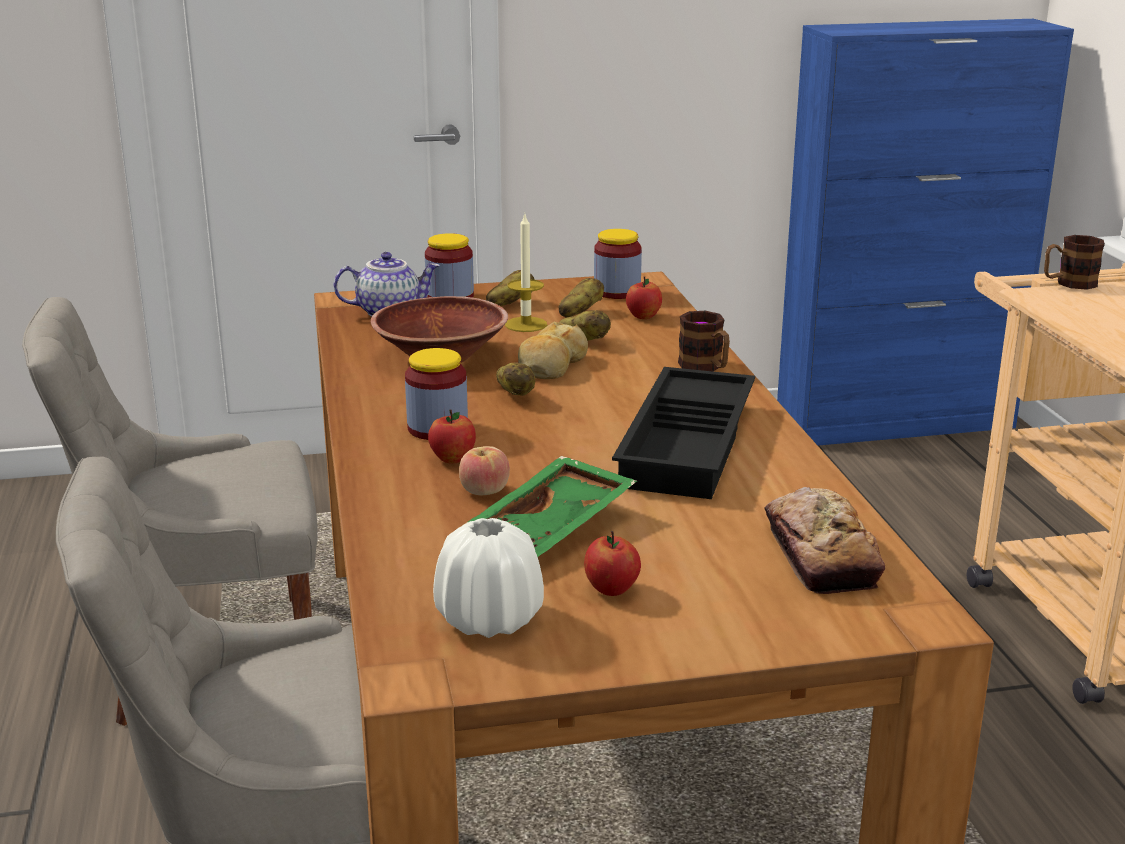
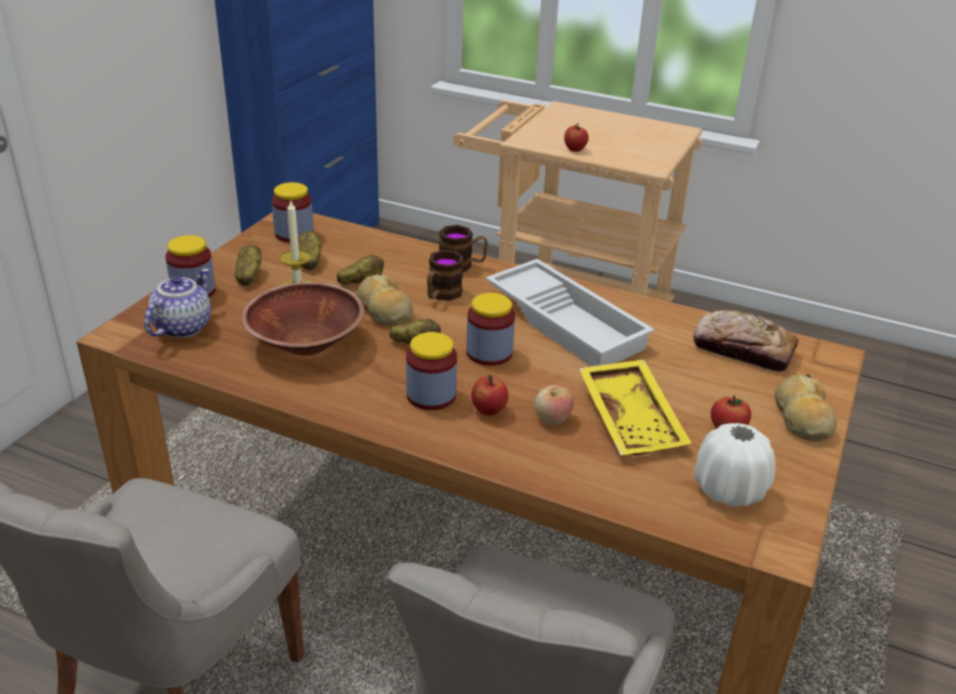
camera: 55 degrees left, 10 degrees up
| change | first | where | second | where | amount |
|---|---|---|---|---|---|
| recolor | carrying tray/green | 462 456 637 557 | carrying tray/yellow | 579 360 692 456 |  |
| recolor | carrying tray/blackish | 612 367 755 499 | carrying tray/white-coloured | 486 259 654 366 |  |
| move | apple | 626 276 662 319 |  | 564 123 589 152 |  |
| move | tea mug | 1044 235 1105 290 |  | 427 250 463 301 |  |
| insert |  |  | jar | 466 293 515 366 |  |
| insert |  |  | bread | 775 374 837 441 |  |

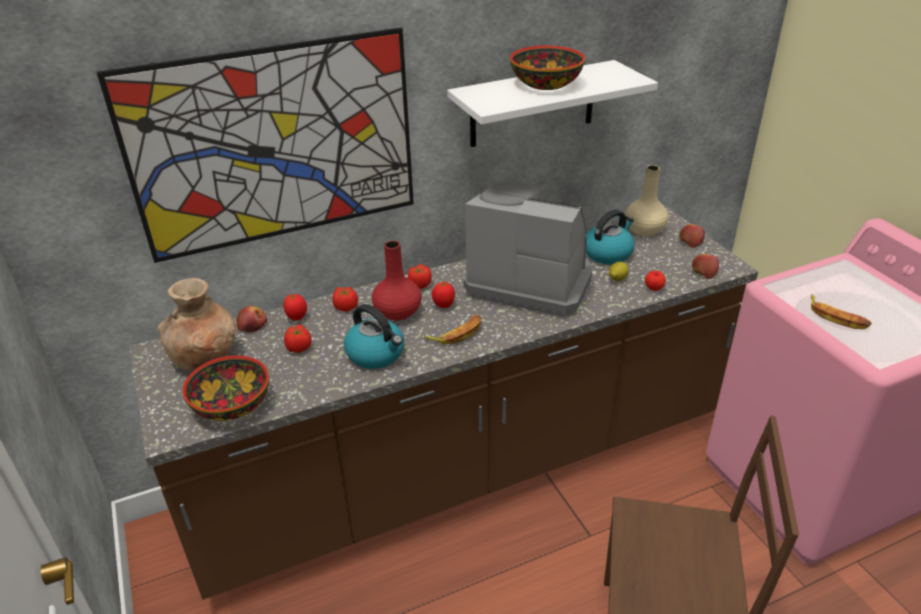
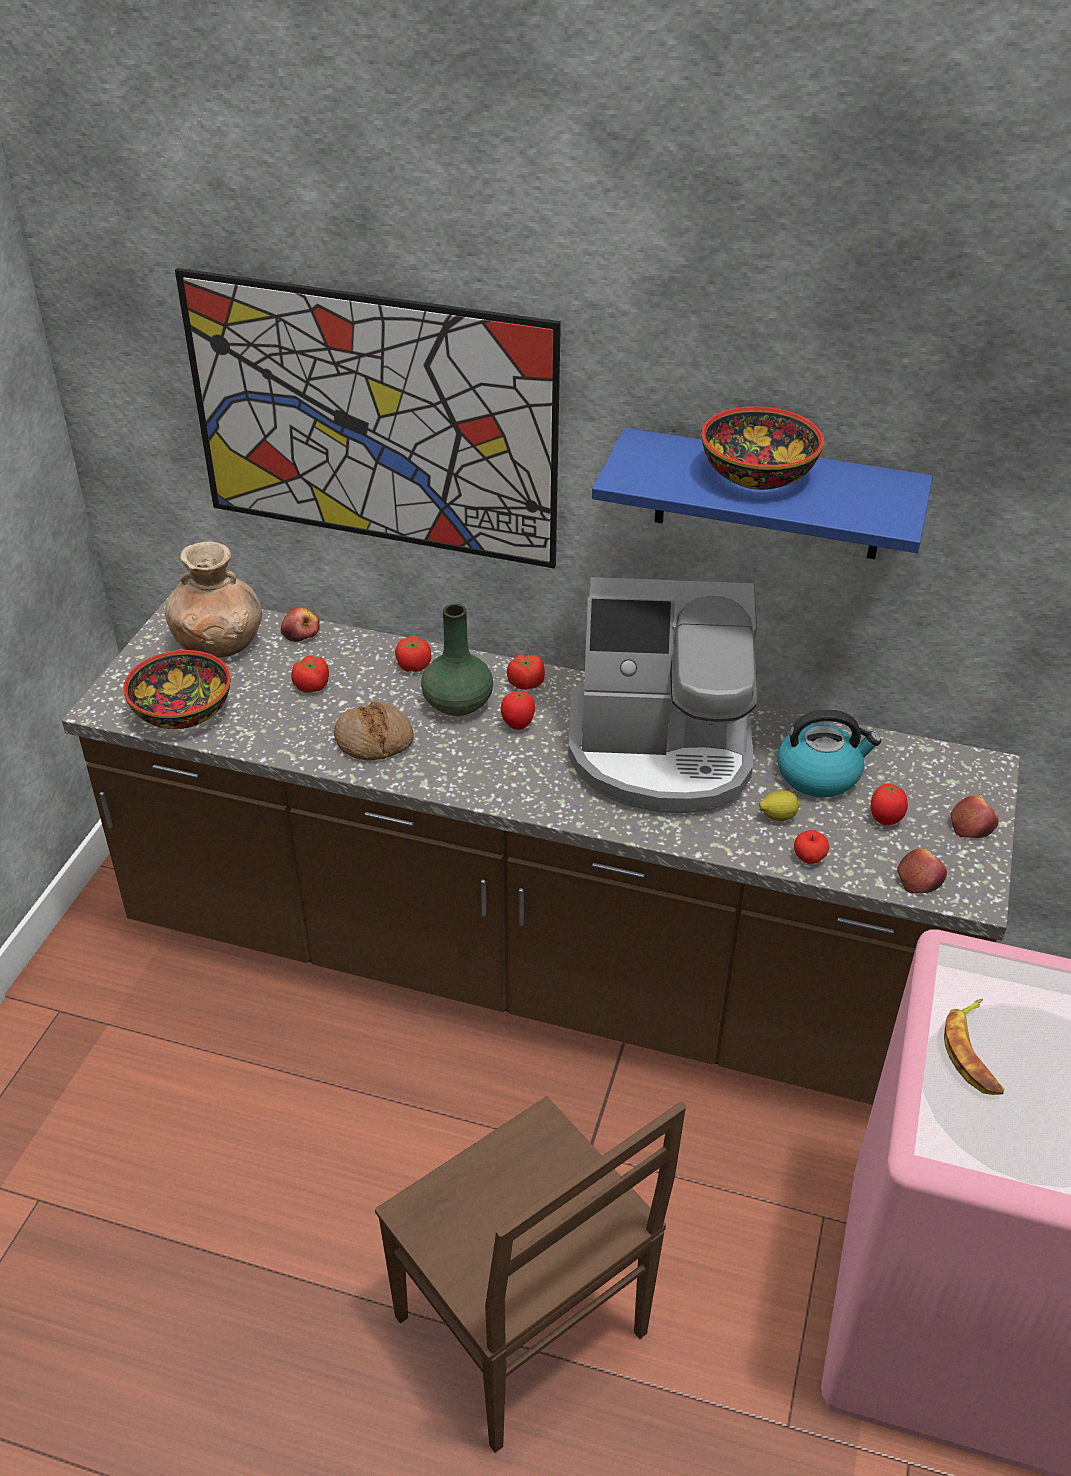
camera: 40 degrees right, 5 degrees up
| change | first | where | second | where | amount |
|---|---|---|---|---|---|
| move | fresh tomato | 283 294 307 320 |  | 871 784 908 825 |  |
| replace | tea kettle | 344 304 405 369 | bread | 334 702 414 760 |  |
| recolor | flower vase/red-coloured | 372 241 422 320 | flower vase/green | 421 604 493 716 |  |
| delete | banana fruit | 424 315 482 344 |  |  |  |
| recolor | wall shelf/white-coloured | 447 60 658 147 | wall shelf/bluish | 592 428 933 559 |  |
| rotate | coffee maker | 463 181 592 317 |  | 568 577 757 813 | 120 degrees clockwise |
| delete | flower vase/sand-coloured | 625 165 669 236 |  |  |  |

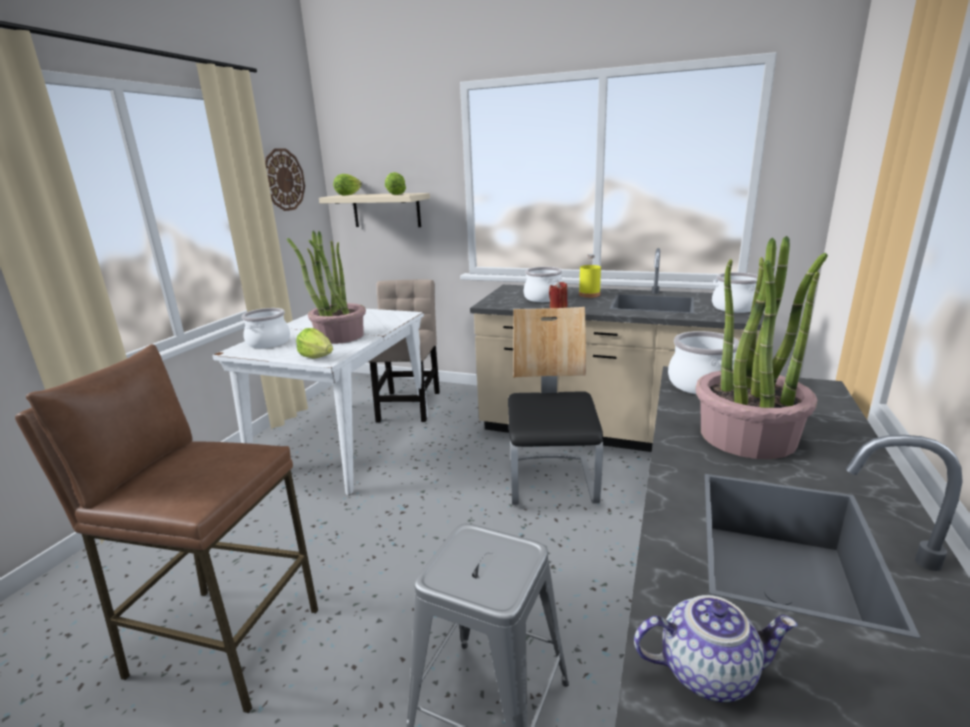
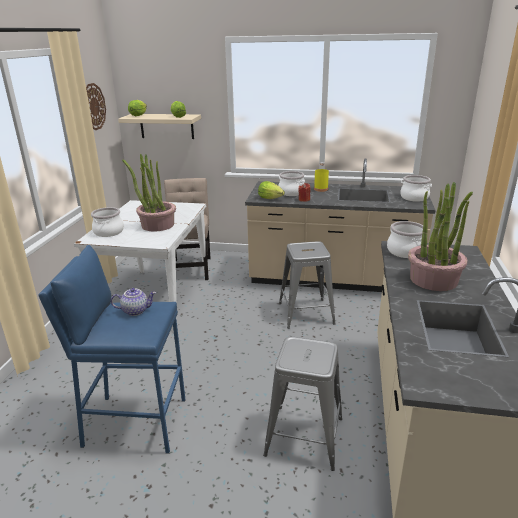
camera: 10 degrees left, 5 degrees up
| change | first | where | second | where | amount |
|---|---|---|---|---|---|
| recolor | sitting stool/brown-coloured | 15 344 318 713 | sitting stool/bluish | 39 245 186 454 |  |
| move | head of lettuce | 296 328 333 359 |  | 258 181 285 199 |  |
| replace | upright chair | 508 307 603 505 | sitting stool/grey | 279 241 336 329 |  |
| move | tea pot | 634 595 797 702 |  | 111 288 156 316 |  |

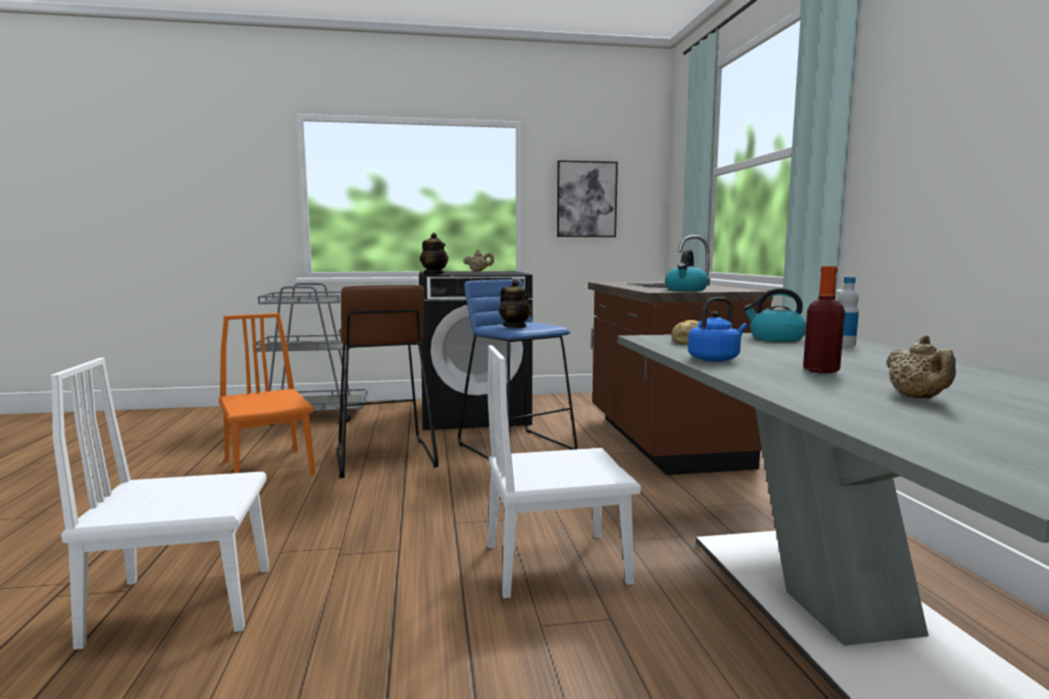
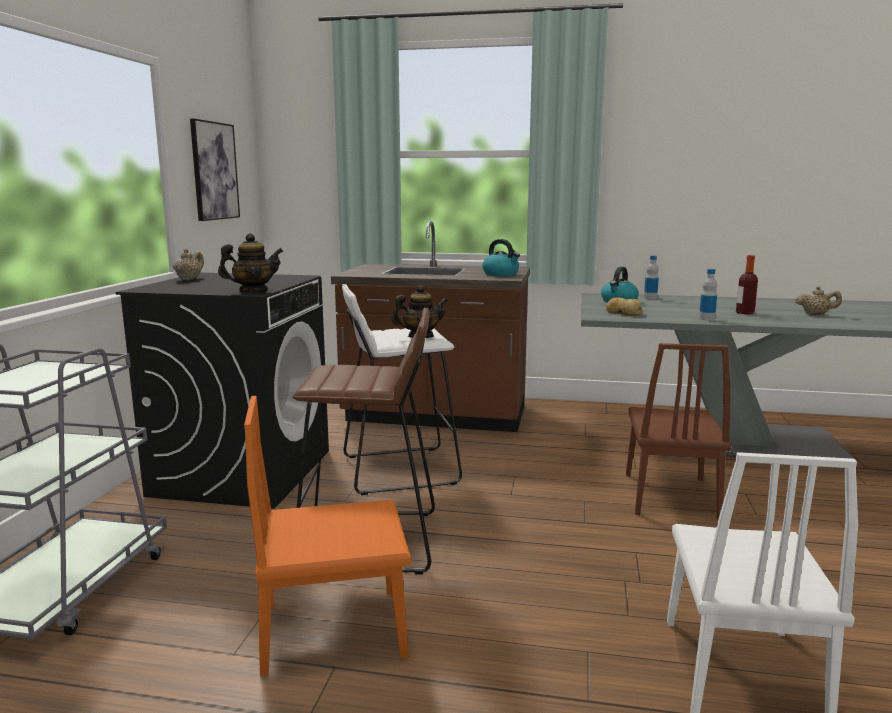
camera: 70 degrees left, 5 degrees up
| change | first | where | second | where | amount |
|---|---|---|---|---|---|
| recolor | sitting stool/bluish | 458 279 577 460 | sitting stool/white-coloured | 342 284 462 495 |  |
| recolor | upright chair/white-coloured | 487 345 641 598 | upright chair/brown-coloured | 626 343 731 520 |  |
| replace | tea kettle/bluish | 688 297 747 362 | beverage bottle | 699 269 717 321 |  |

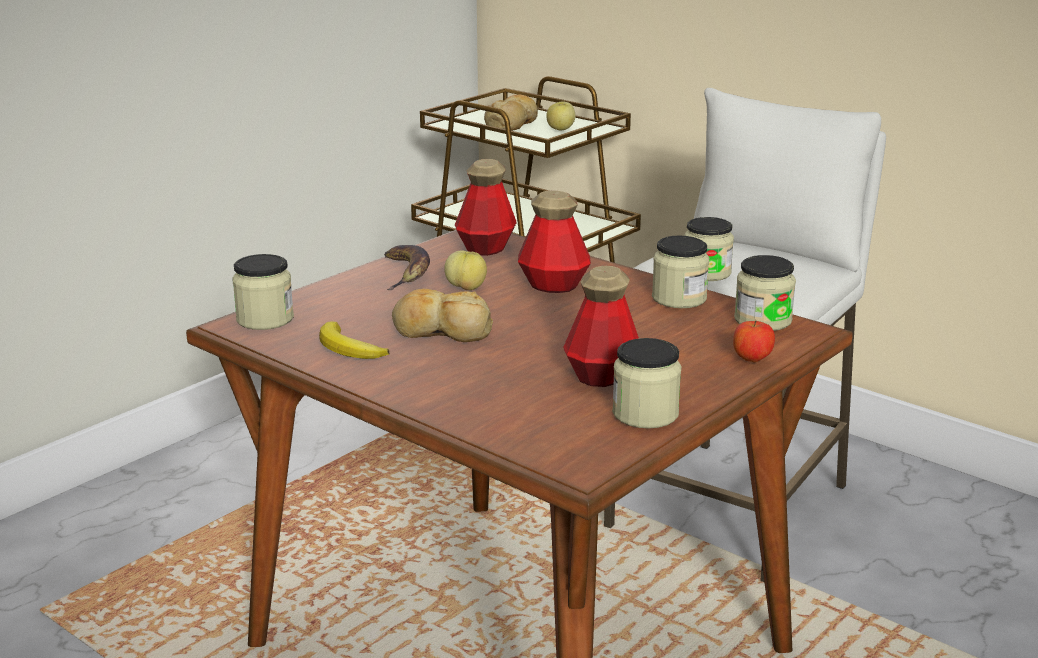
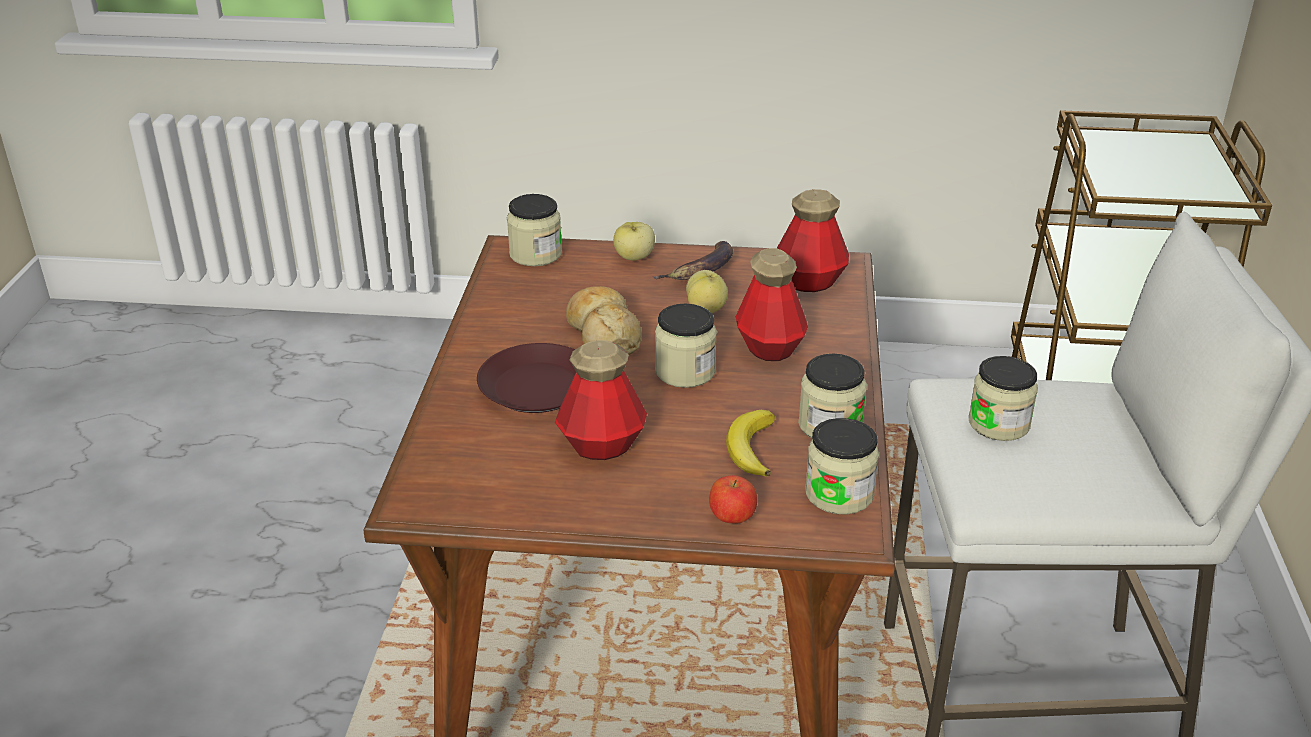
camera: 55 degrees right, 10 degrees up
| change | first | where | second | where | amount |
|---|---|---|---|---|---|
| move | banana fruit | 319 321 389 359 |  | 726 410 775 477 |  |
| delete | bread | 484 94 538 131 |  |  |  |
| move | apple | 546 101 576 131 |  | 613 222 655 260 |  |
| move | jar | 612 338 681 429 |  | 655 304 717 388 |  |
| insert |  |  | plate/brown-coloured | 477 343 576 413 |  |

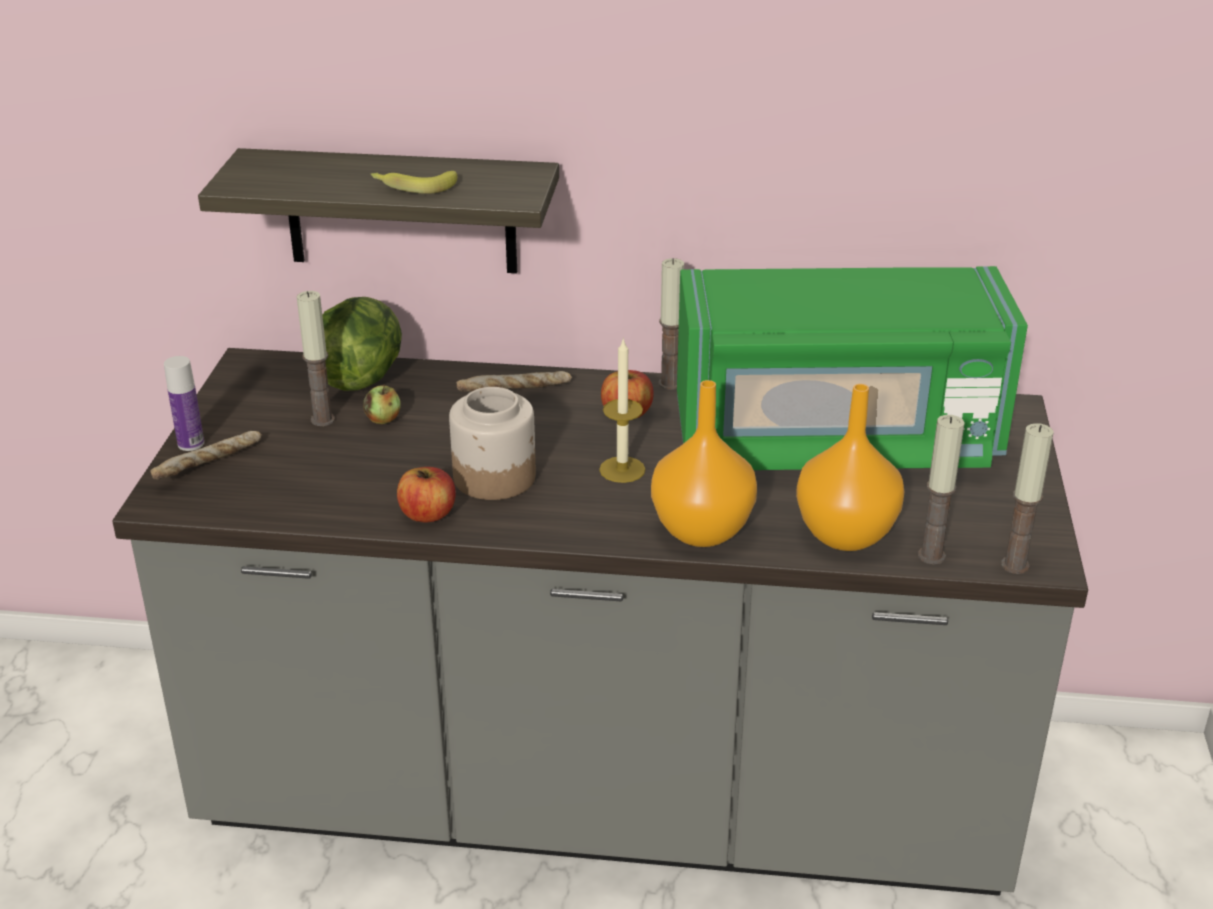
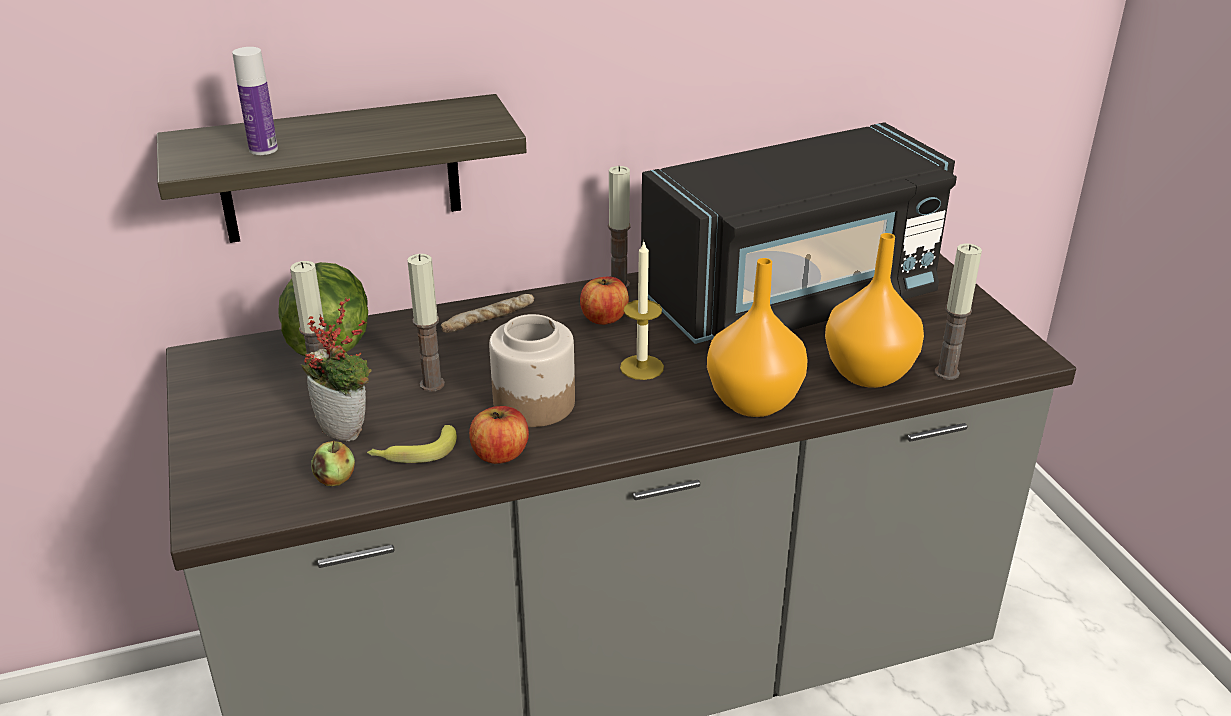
camera: 25 degrees left, 0 degrees up
| change | first | where | second | where | amount |
|---|---|---|---|---|---|
| delete | bread | 150 431 262 480 |  |  |  |
| move | beverage bottle | 164 356 204 451 |  | 232 47 278 155 |  |
| move | apple | 363 384 401 424 |  | 311 440 355 486 |  |
| move | banana fruit | 370 171 457 194 |  | 367 425 457 463 |  |
| recolor | kitchen microwave/green | 677 266 1028 470 | kitchen microwave/blackish | 641 122 957 344 |  |
| move | wax light | 1001 423 1054 574 |  | 407 254 445 392 |  |
| insert |  |  | houseplant | 301 297 372 441 |  |

